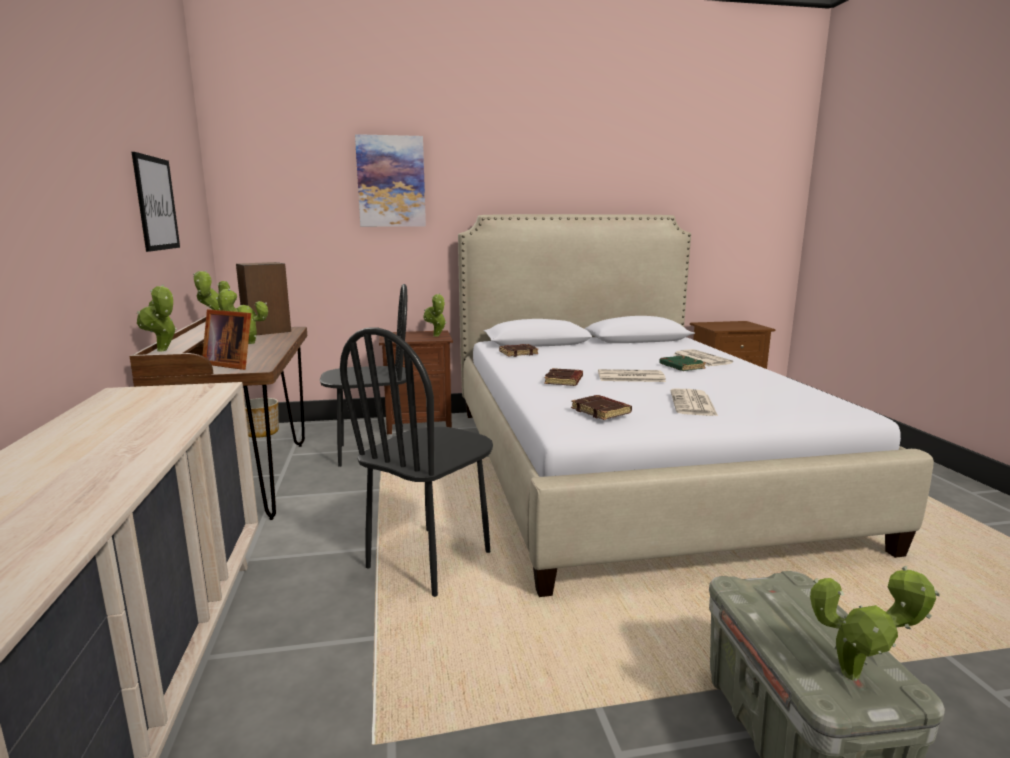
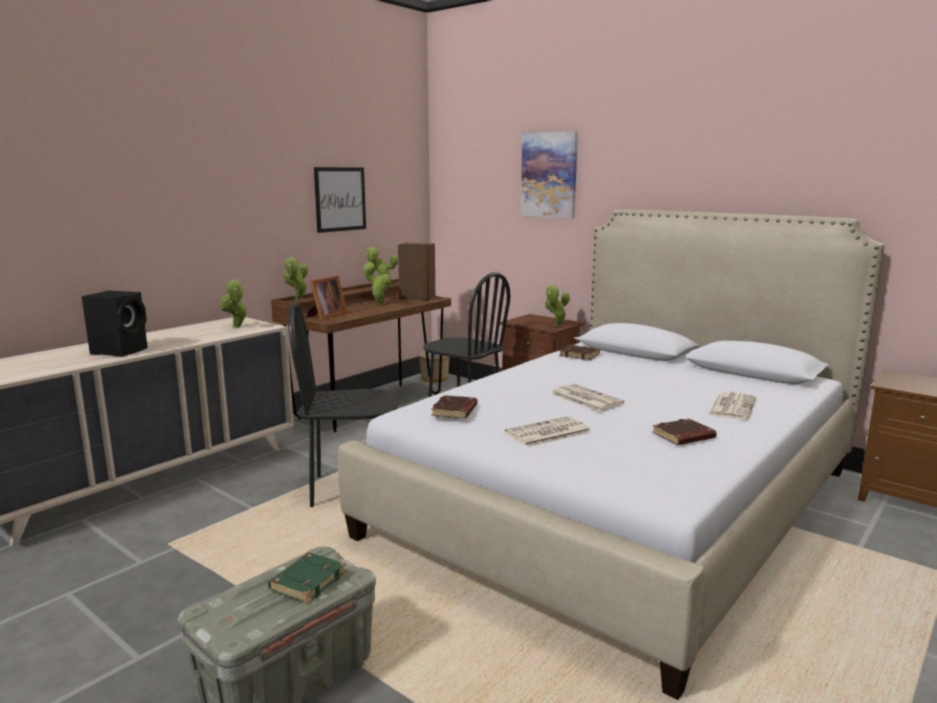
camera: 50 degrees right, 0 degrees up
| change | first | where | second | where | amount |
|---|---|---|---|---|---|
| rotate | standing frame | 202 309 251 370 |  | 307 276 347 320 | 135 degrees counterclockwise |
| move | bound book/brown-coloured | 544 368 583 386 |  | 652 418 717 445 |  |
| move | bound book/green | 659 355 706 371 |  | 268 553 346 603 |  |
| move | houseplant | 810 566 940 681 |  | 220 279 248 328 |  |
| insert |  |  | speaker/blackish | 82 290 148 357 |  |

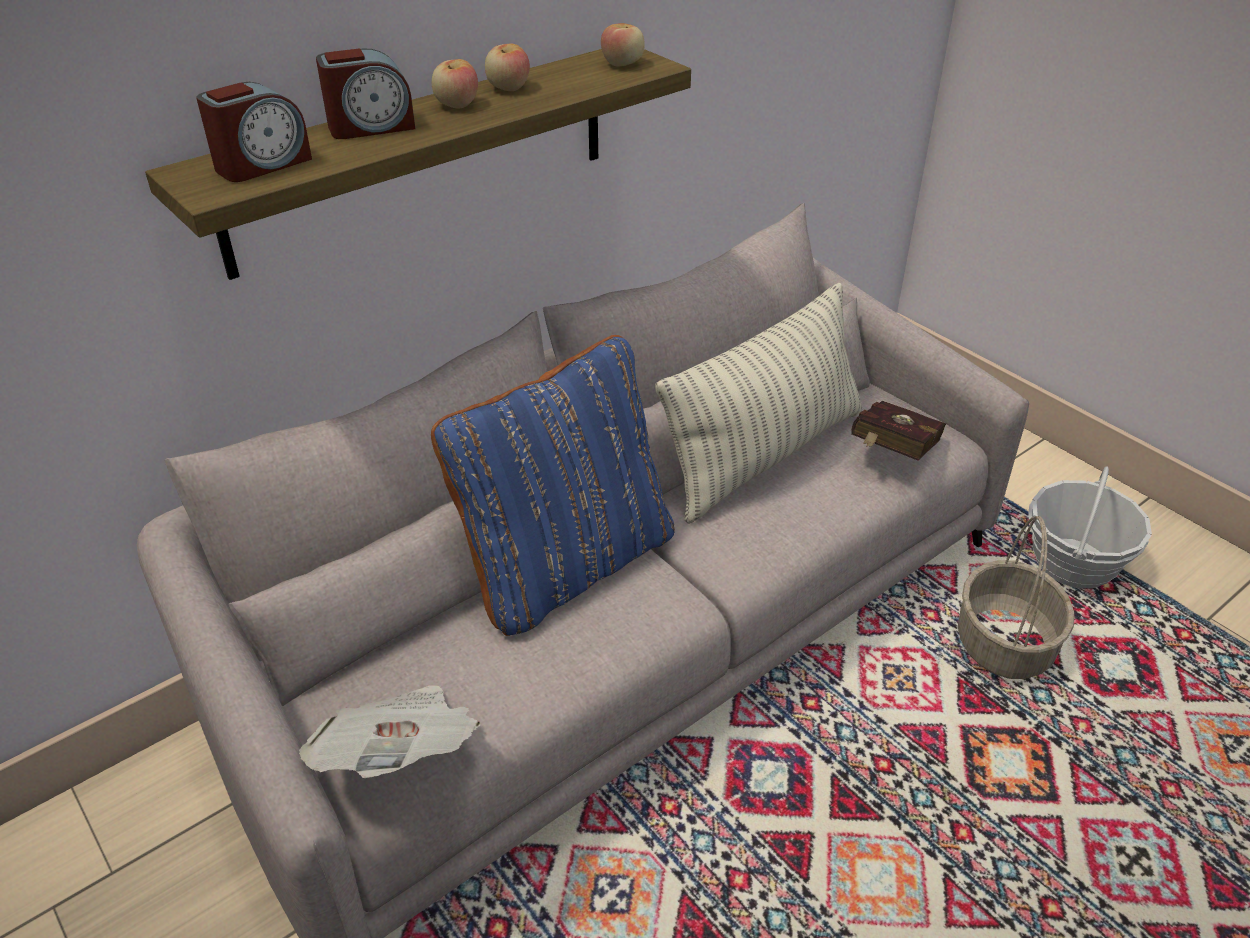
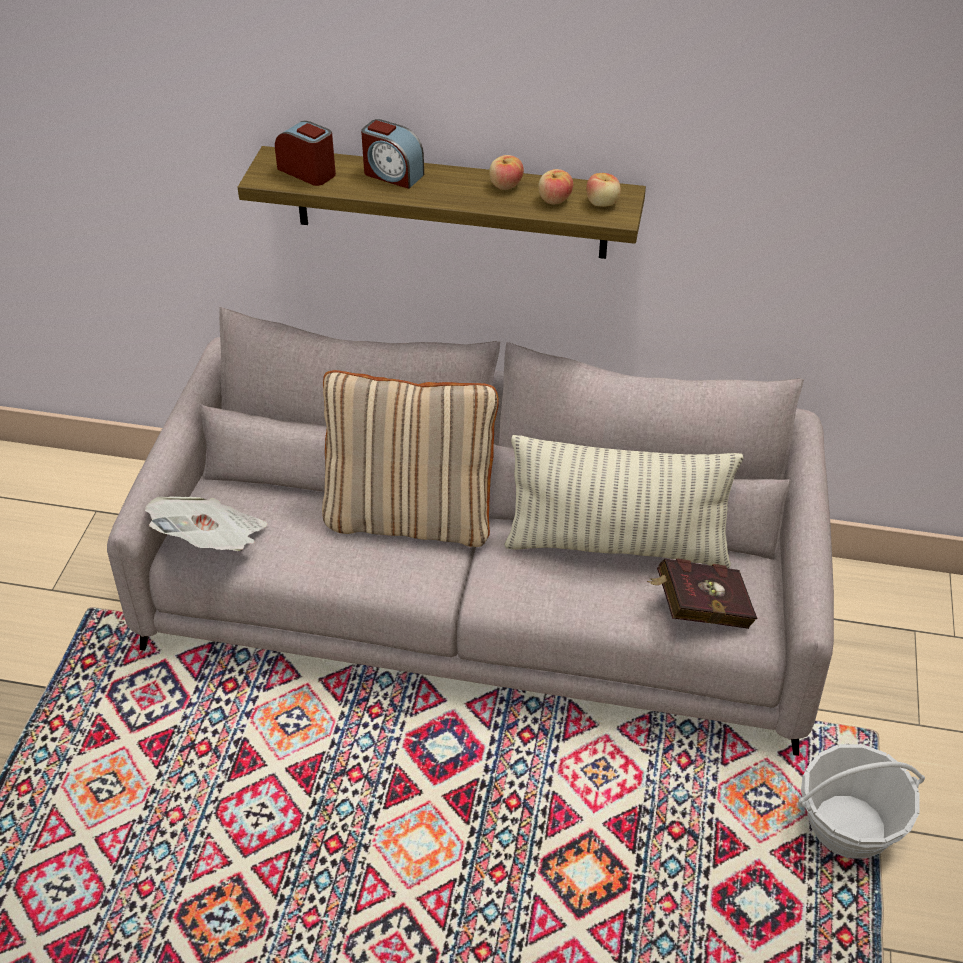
camera: 50 degrees right, 5 degrees up
| change | first | where | second | where | amount |
|---|---|---|---|---|---|
| rotate | table clock | 196 82 312 182 |  | 275 121 336 186 | 150 degrees counterclockwise |
| recolor | cushion/bluish | 431 335 675 636 | cushion/sand-coloured | 322 370 499 547 |  |
| move | apple | 432 59 478 108 |  | 538 169 573 205 |  |
| delete | basket | 958 516 1074 679 |  |  |  |

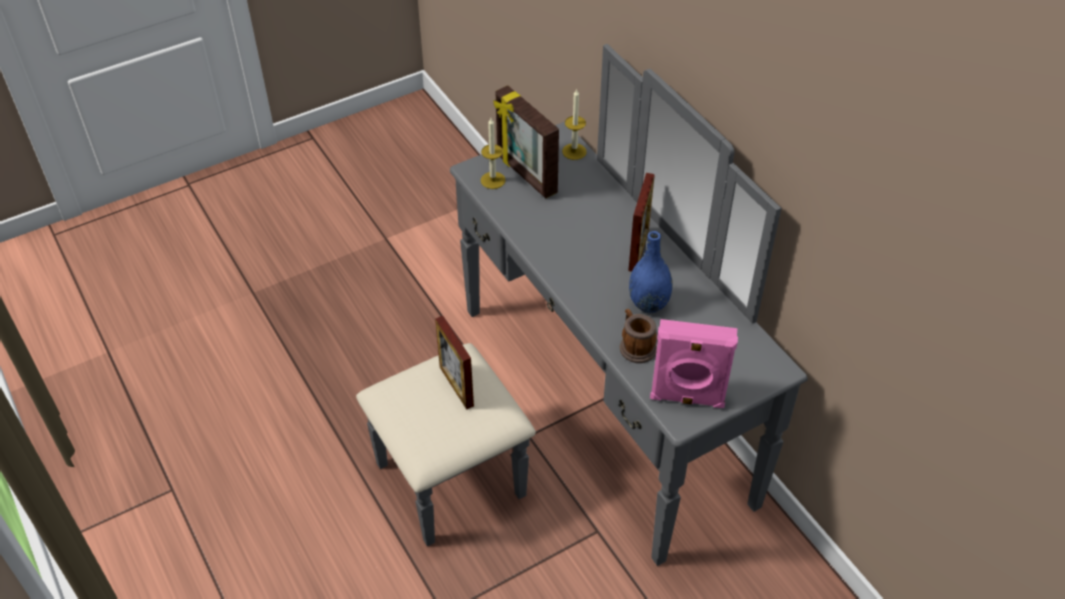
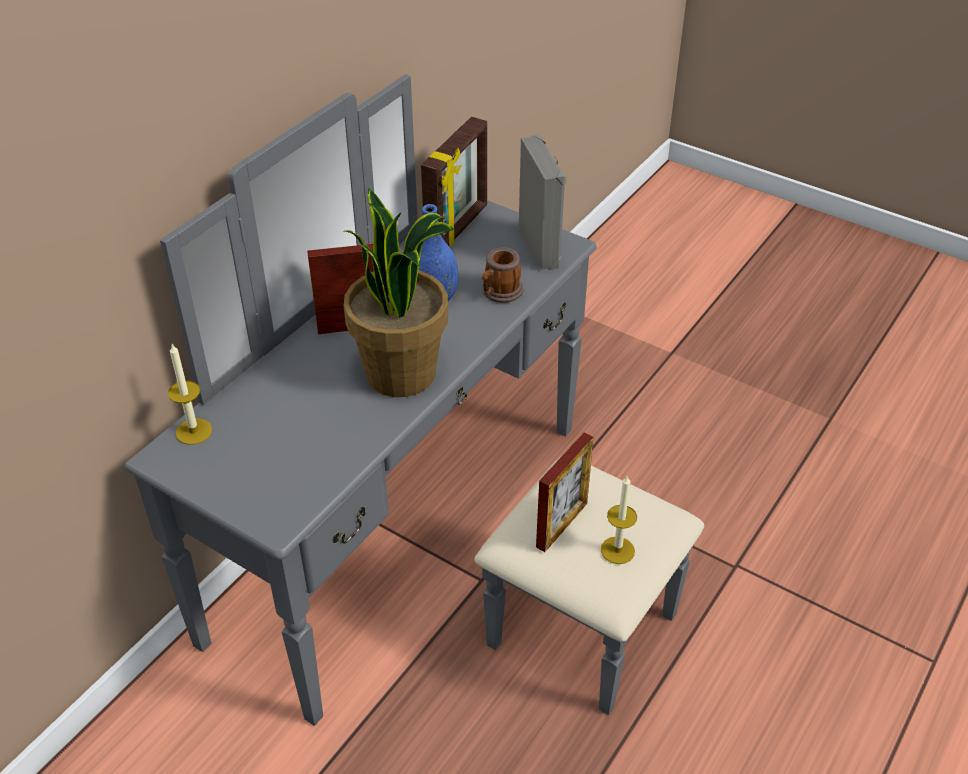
camera: 115 degrees left, 5 degrees down
| change | first | where | second | where | amount |
|---|---|---|---|---|---|
| move | wax light | 481 118 506 189 |  | 601 475 637 564 |  |
| move | standing frame | 493 85 559 198 |  | 421 117 487 247 |  |
| recolor | speaker/pink | 650 319 738 408 | speaker/grey | 519 134 566 270 |  |
| insert |  |  | houseplant | 343 188 454 397 |  |

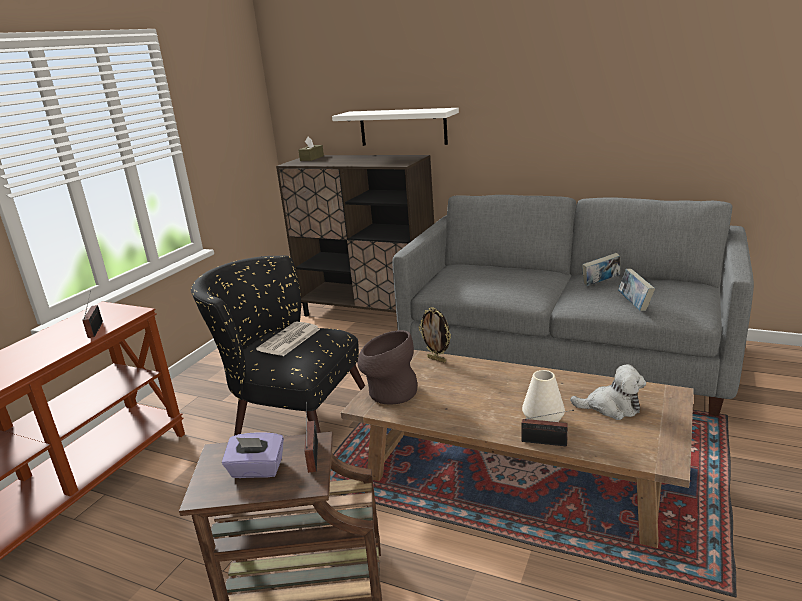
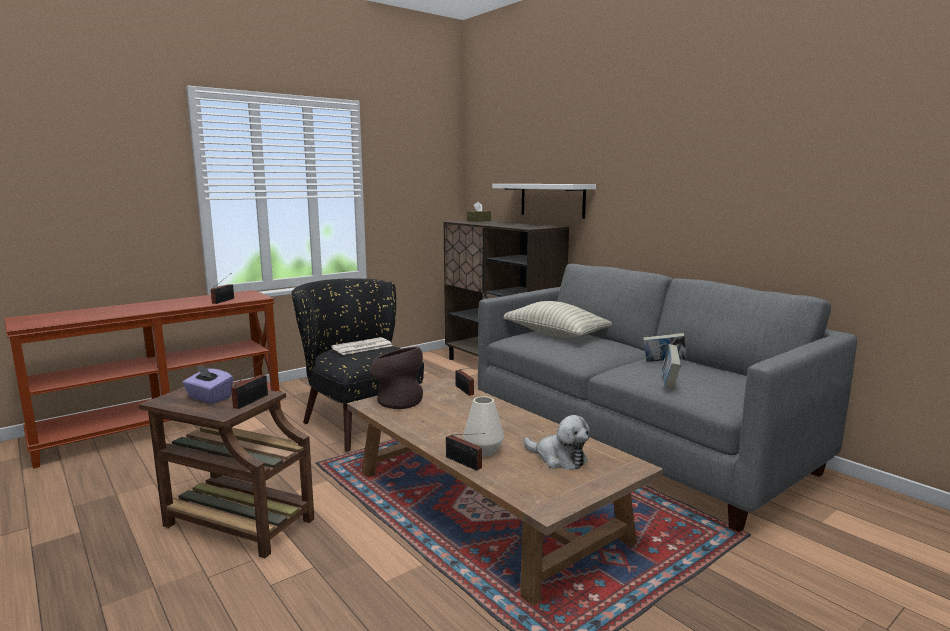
camera: 25 degrees right, 10 degrees down
| change | first | where | second | where | amount |
|---|---|---|---|---|---|
| replace | standing frame | 419 307 451 363 | radio | 456 368 474 396 |  |
| insert |  |  | cushion | 504 301 612 338 |  |

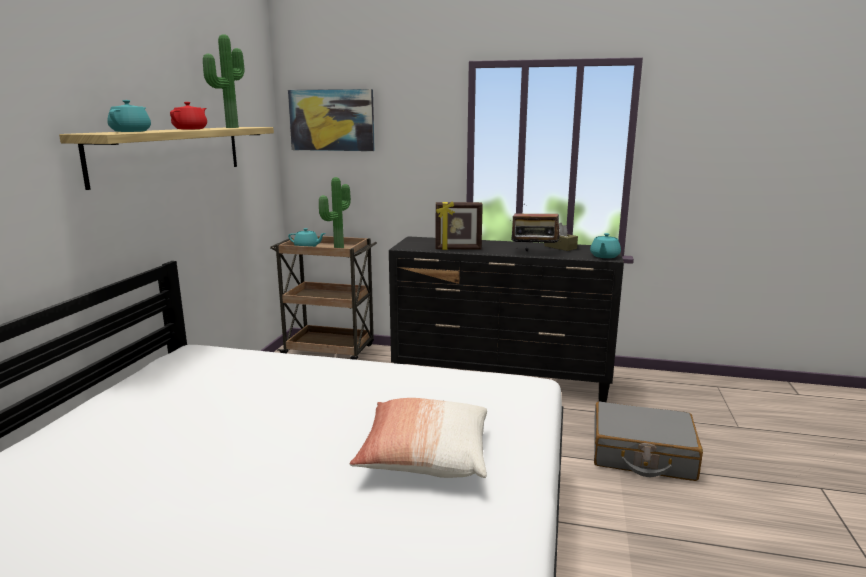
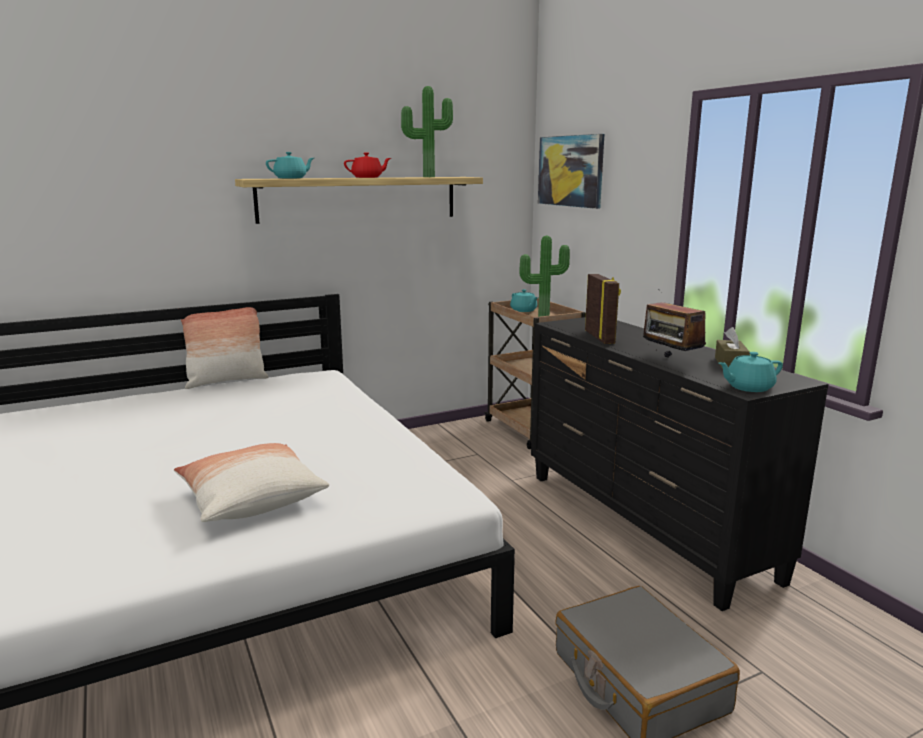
camera: 50 degrees right, 0 degrees up
| change | first | where | second | where | amount |
|---|---|---|---|---|---|
| rotate | standing frame | 436 202 483 250 |  | 585 274 621 344 | 150 degrees counterclockwise |
| insert |  |  | cushion | 180 307 268 389 |  |

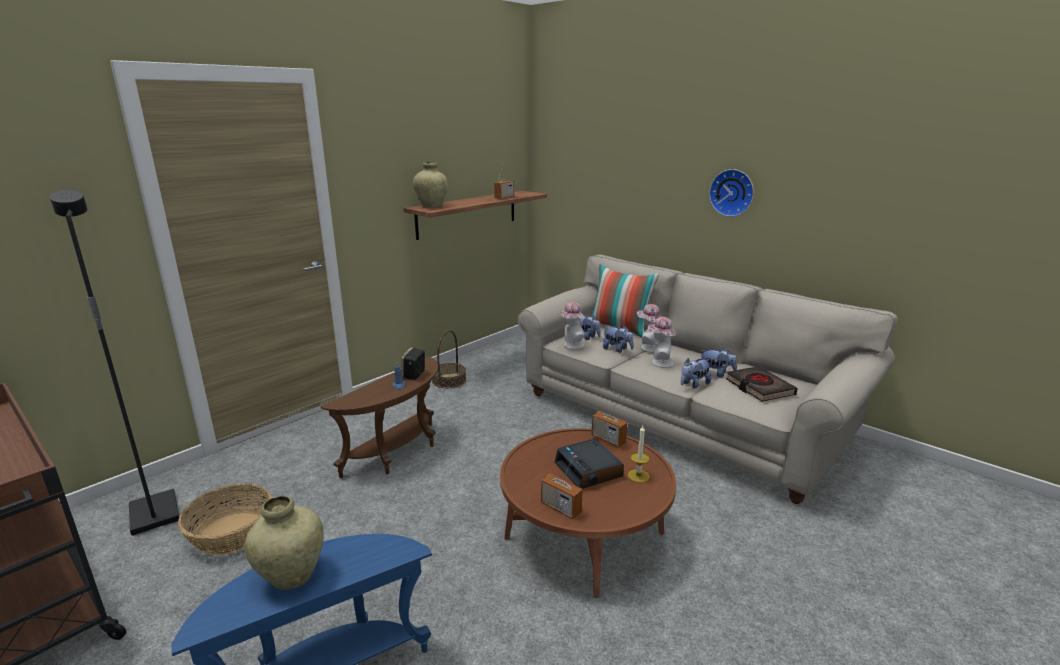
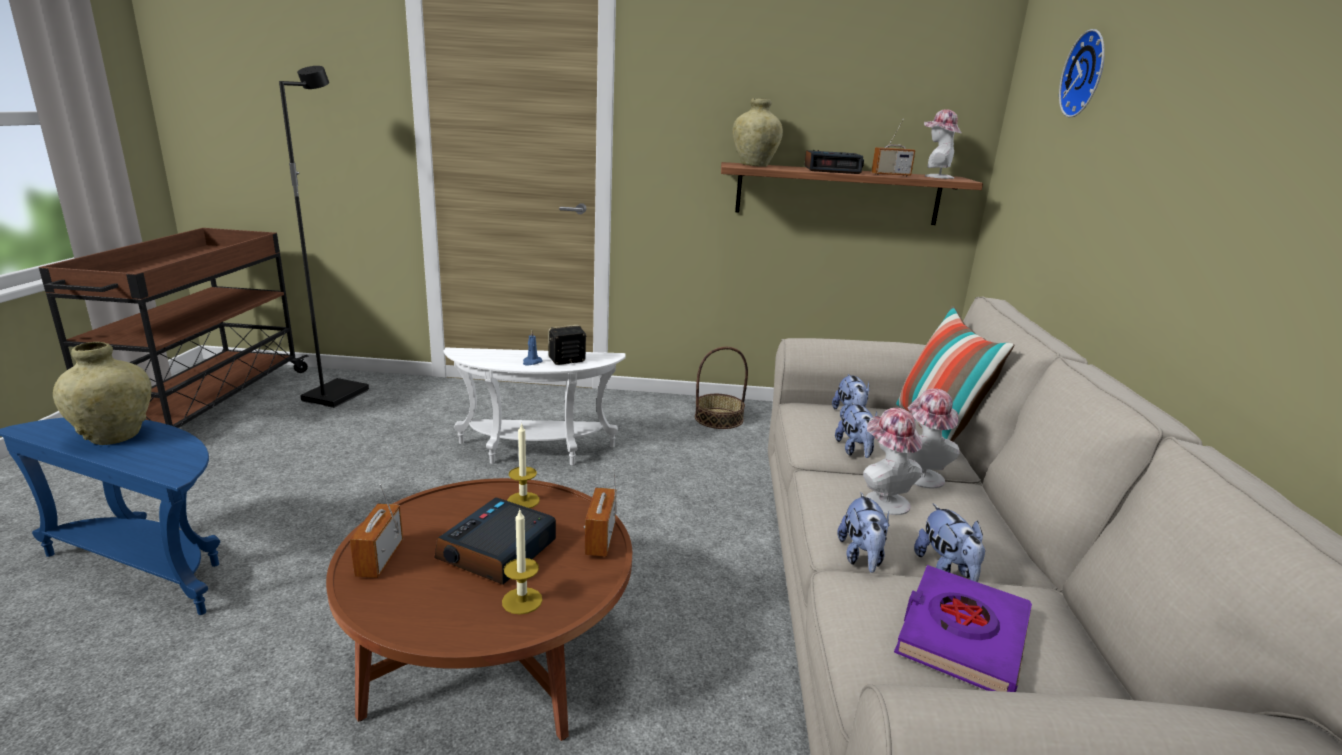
camera: 50 degrees right, 0 degrees up
| change | first | where | second | where | amount |
|---|---|---|---|---|---|
| delete | basket | 178 484 272 555 |  |  |  |
| recolor | accent table/brown-coloured | 320 357 438 478 | accent table/white-coloured | 444 348 626 465 |  |
| move | clothing hat | 559 302 585 350 |  | 924 109 961 179 |  |
| rotate | plush toy | 681 358 711 389 |  | 837 492 889 573 | 105 degrees counterclockwise |
| move | hanging clock | 709 169 754 217 |  | 1059 29 1105 118 |  |
| recolor | bound book/blackish | 726 366 798 402 | bound book/purple-coloured | 894 565 1032 692 |  |
| insert |  |  | wax light | 507 422 540 508 |  |
| insert |  |  | table clock | 804 150 864 174 |  |

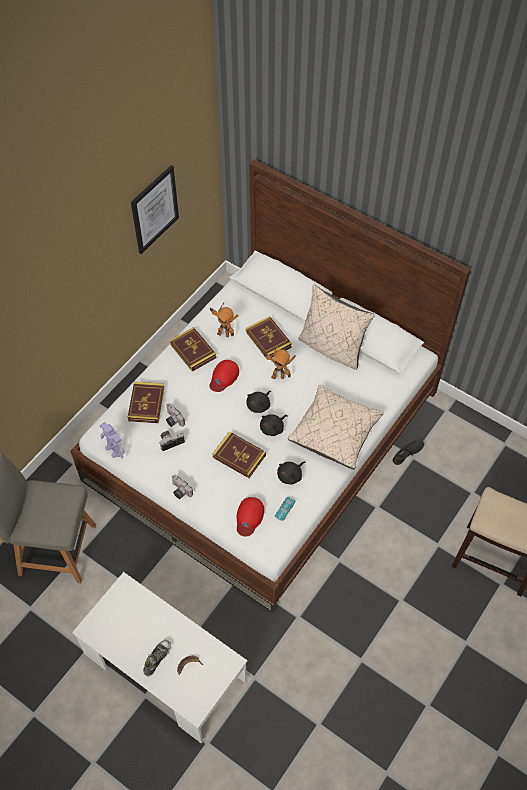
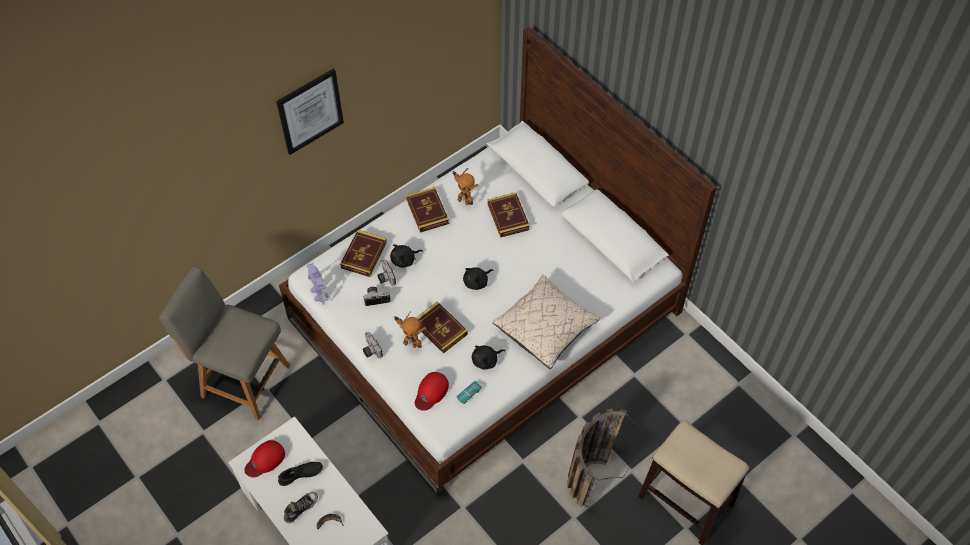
camera: 15 degrees right, 0 degrees up
| change | first | where | second | where | amount |
|---|---|---|---|---|---|
| move | wall picture | 131 165 179 254 |  | 276 68 344 155 |  |
| move | peaked cap/red-coloured | 209 360 239 392 |  | 244 440 285 477 |  |
| move | plush toy/blackish | 260 414 288 436 |  | 390 244 423 267 |  |
| move | robot figure | 263 345 296 379 |  | 394 311 426 348 |  |
| delete | cushion/sand-coloured | 299 284 374 370 |  |  |  |
| move | low shoe/blackish | 392 440 424 465 |  | 278 462 323 486 |  |
| insert |  |  | basket | 567 408 642 508 |  |

